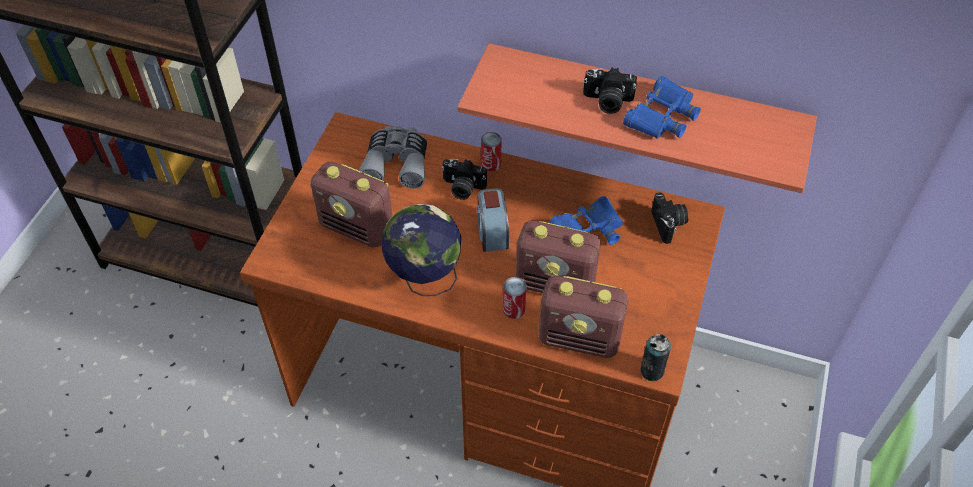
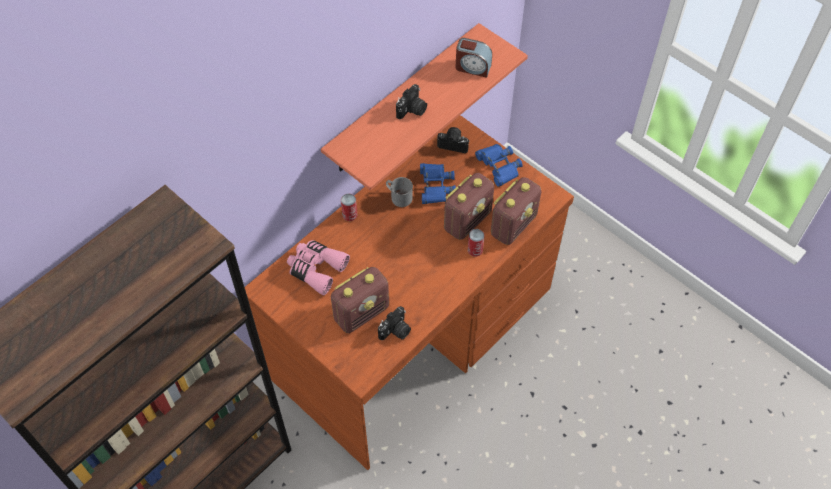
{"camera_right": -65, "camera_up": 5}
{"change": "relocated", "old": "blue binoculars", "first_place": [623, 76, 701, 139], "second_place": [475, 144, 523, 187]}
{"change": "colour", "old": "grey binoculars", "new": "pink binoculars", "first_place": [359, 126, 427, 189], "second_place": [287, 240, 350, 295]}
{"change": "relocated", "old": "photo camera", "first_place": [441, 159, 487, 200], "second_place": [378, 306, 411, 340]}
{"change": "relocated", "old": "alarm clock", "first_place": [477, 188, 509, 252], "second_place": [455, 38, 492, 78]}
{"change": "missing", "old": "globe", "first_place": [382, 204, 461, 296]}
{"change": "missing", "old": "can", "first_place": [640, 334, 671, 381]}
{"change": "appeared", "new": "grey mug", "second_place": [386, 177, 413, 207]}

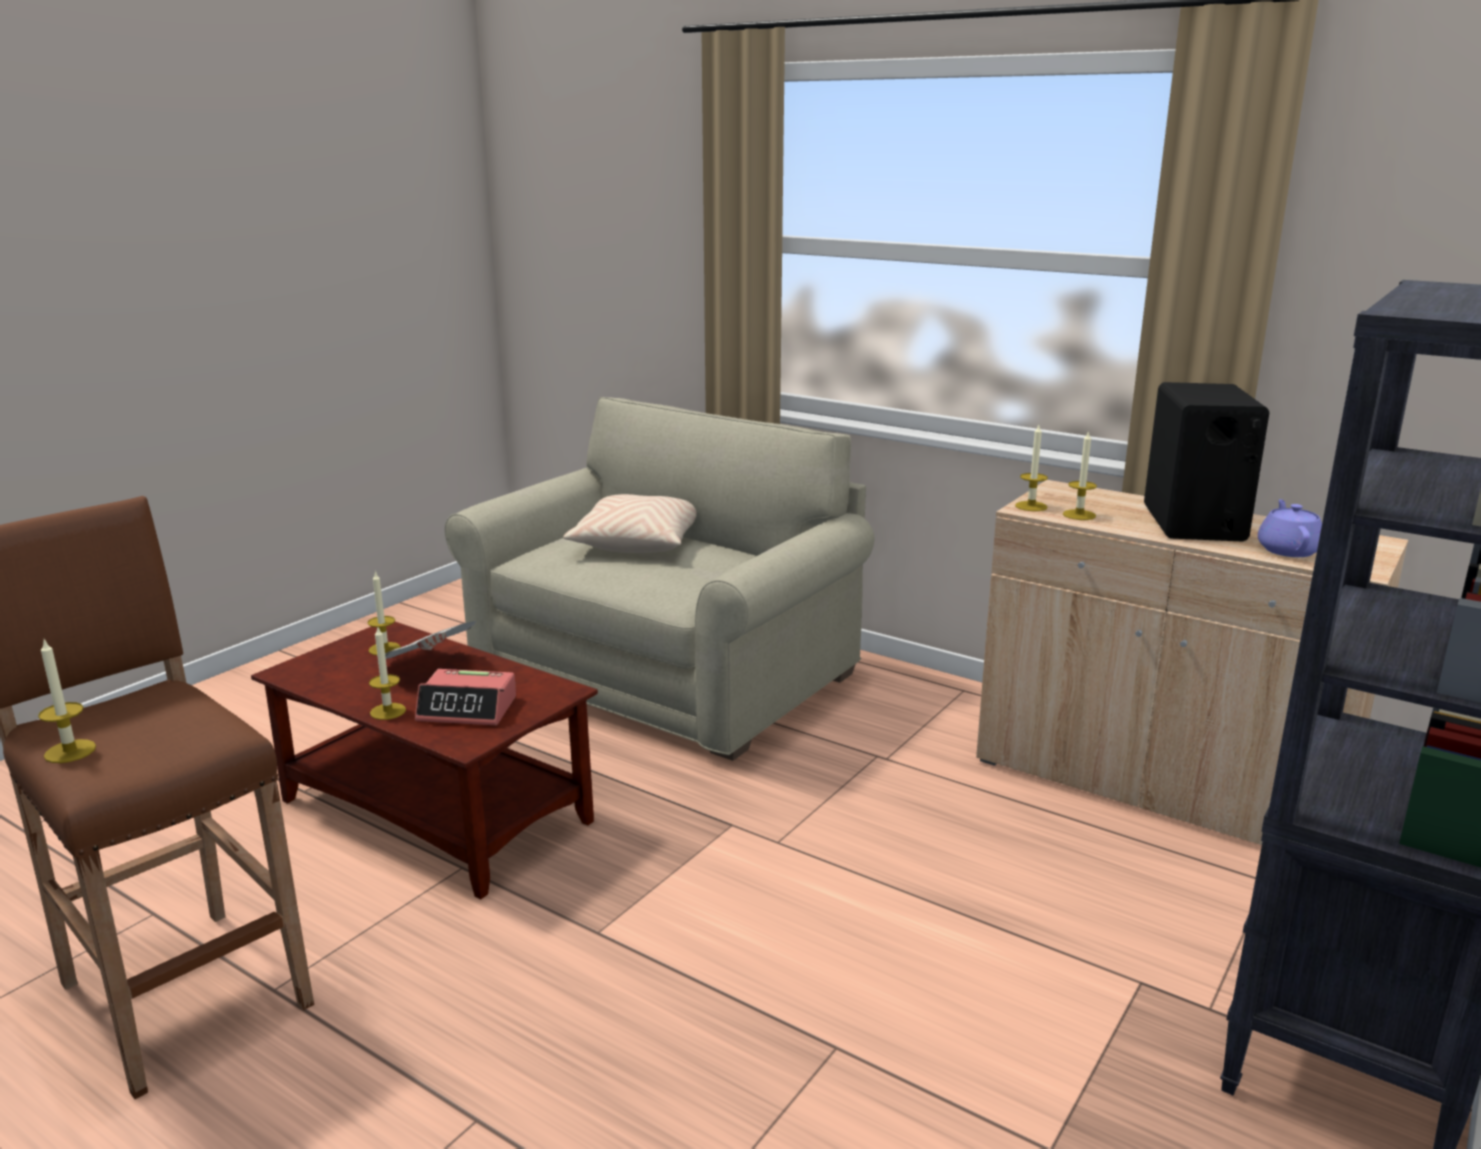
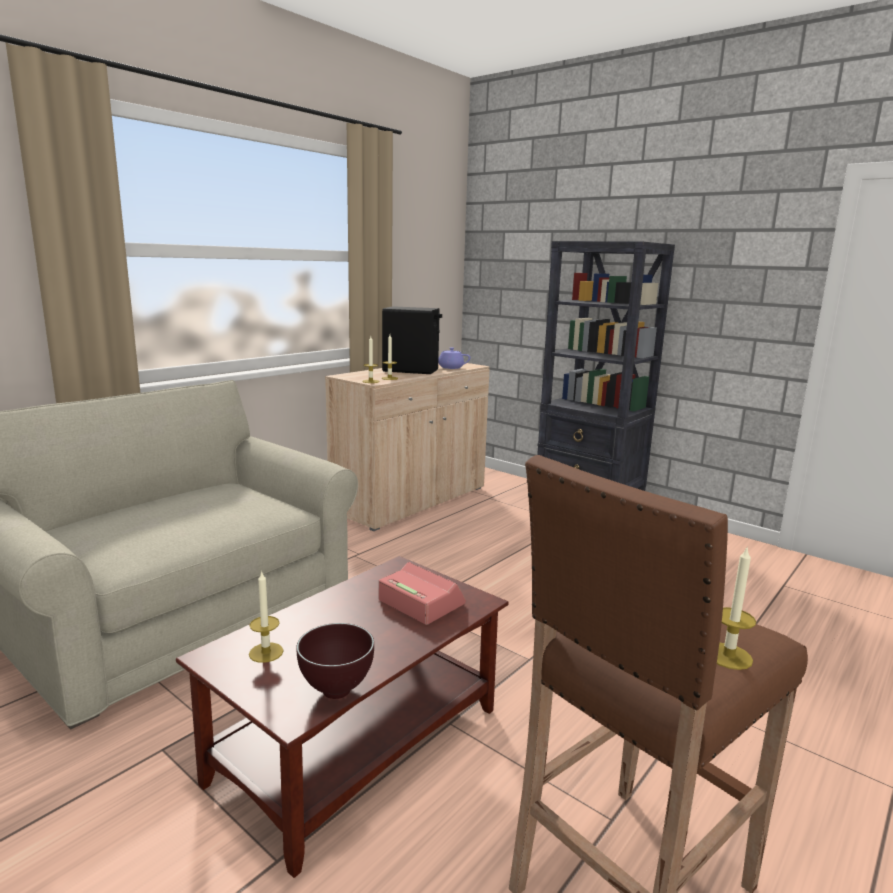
{"camera_right": -85, "camera_up": -5}
{"change": "missing", "old": "beige pillow", "first_place": [563, 494, 697, 553]}
{"change": "missing", "old": "newspaper", "first_place": [385, 621, 477, 659]}
{"change": "missing", "old": "candle", "first_place": [369, 627, 406, 720]}
{"change": "spun", "old": "alarm clock", "first_place": [415, 669, 516, 726], "second_place": [378, 562, 466, 625], "degrees": -60}
{"change": "appeared", "new": "brown bowl", "second_place": [296, 623, 374, 699]}

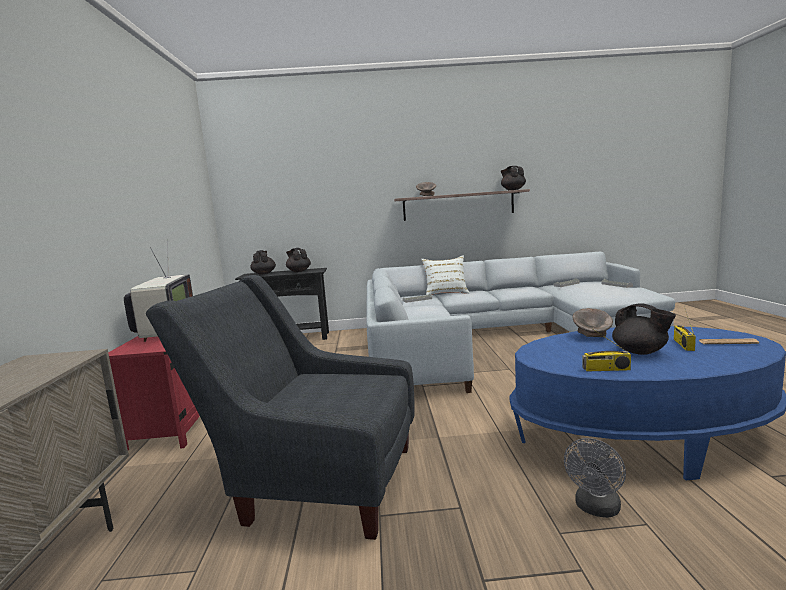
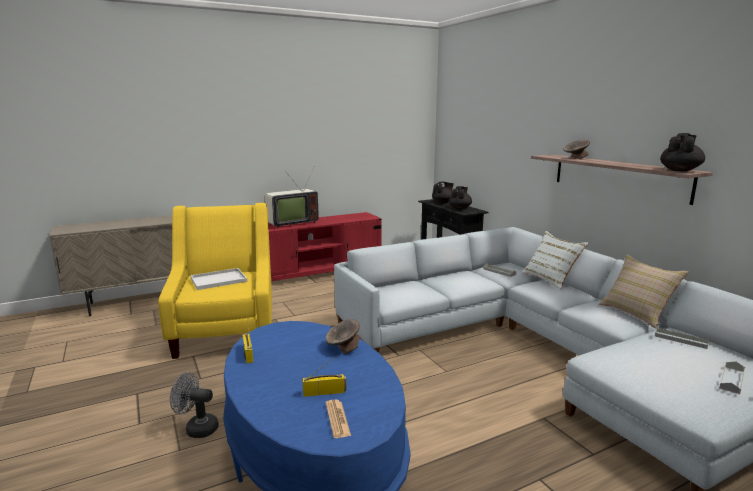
{"camera_right": 65, "camera_up": 5}
{"change": "colour", "old": "grey armchair", "new": "yellow armchair", "first_place": [146, 275, 415, 540], "second_place": [158, 203, 272, 359]}
{"change": "missing", "old": "black teapot", "first_place": [612, 303, 676, 355]}
{"change": "appeared", "new": "beige pillow", "second_place": [599, 254, 689, 329]}
{"change": "appeared", "new": "white tray", "second_place": [190, 268, 247, 290]}

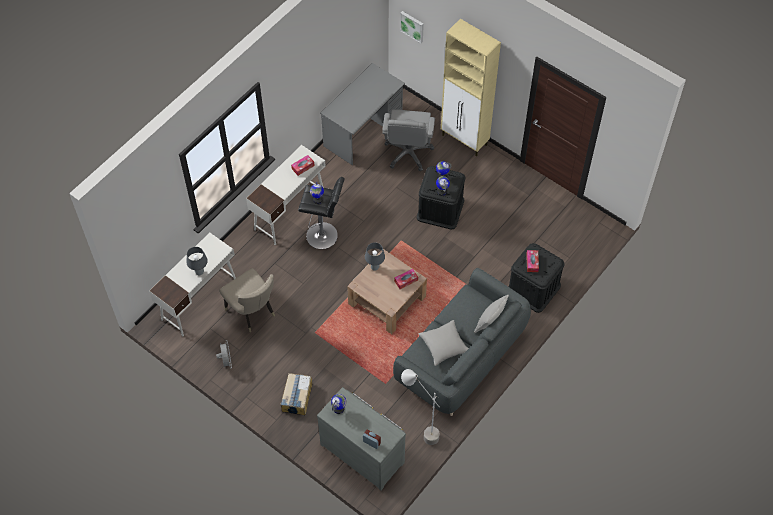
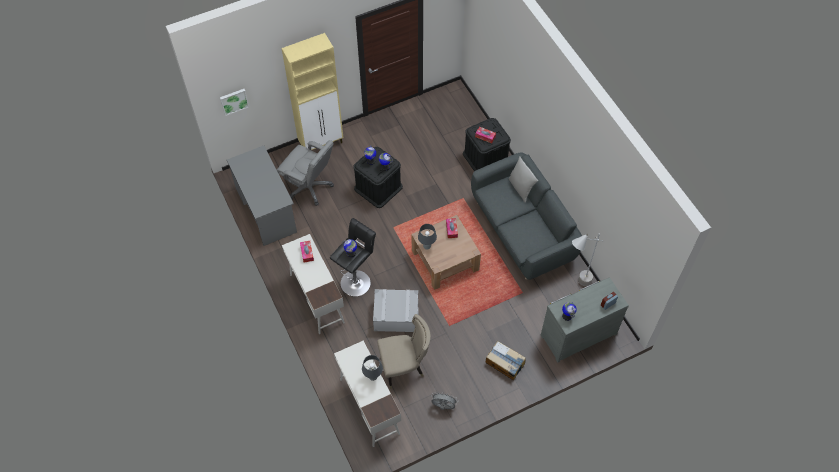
{"camera_right": -65, "camera_up": 0}
{"change": "missing", "old": "grey pillow", "first_place": [419, 320, 469, 366]}
{"change": "appeared", "new": "grey storage box", "second_place": [373, 289, 419, 332]}

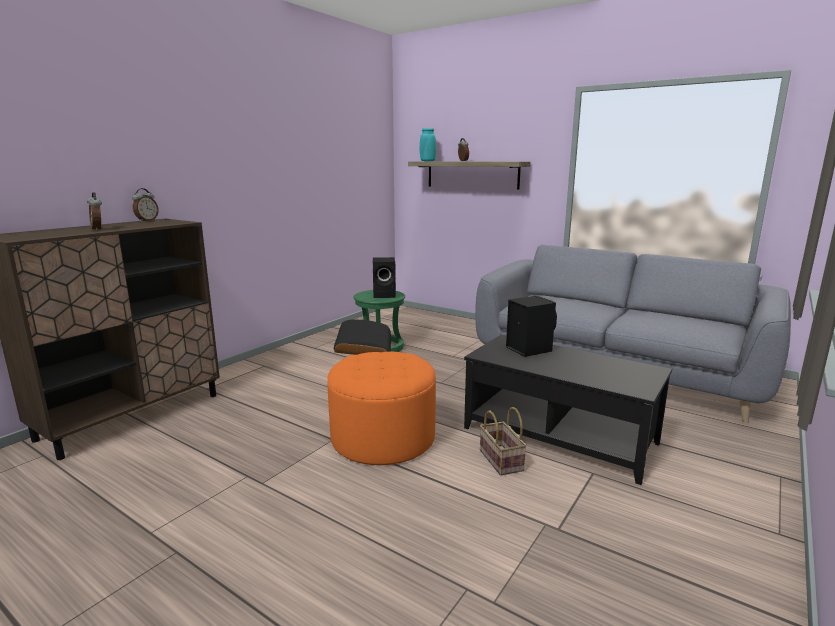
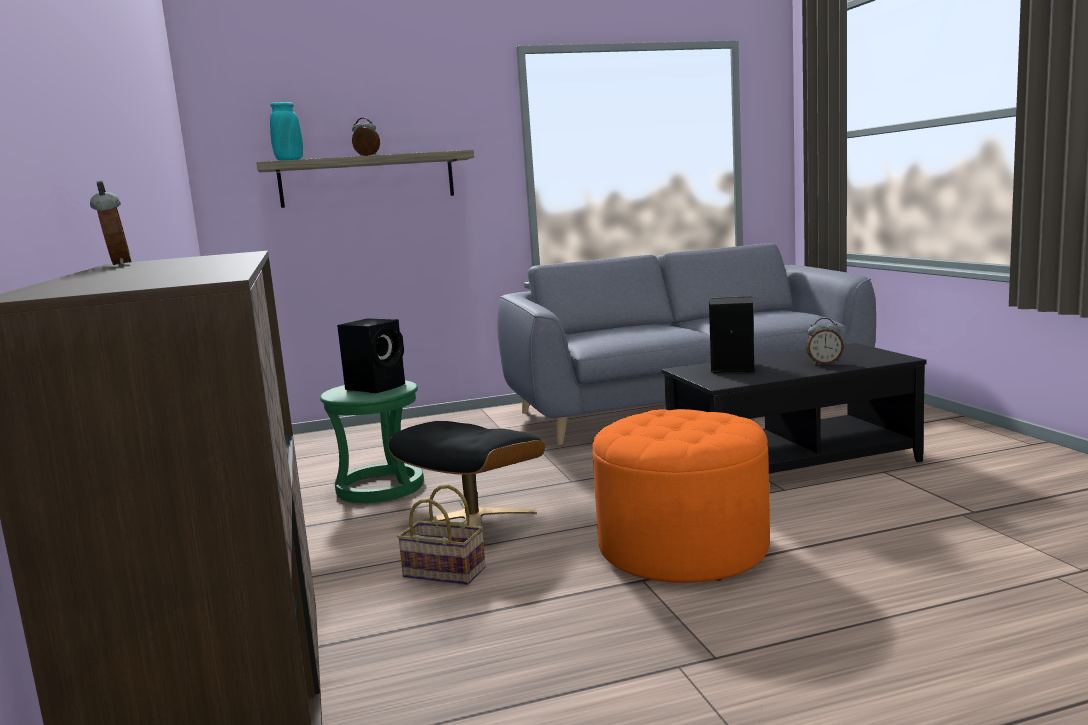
{"camera_right": -50, "camera_up": -5}
{"change": "relocated", "old": "alarm clock", "first_place": [87, 192, 102, 230], "second_place": [806, 318, 844, 365]}
{"change": "relocated", "old": "basket", "first_place": [480, 407, 527, 476], "second_place": [397, 485, 486, 585]}

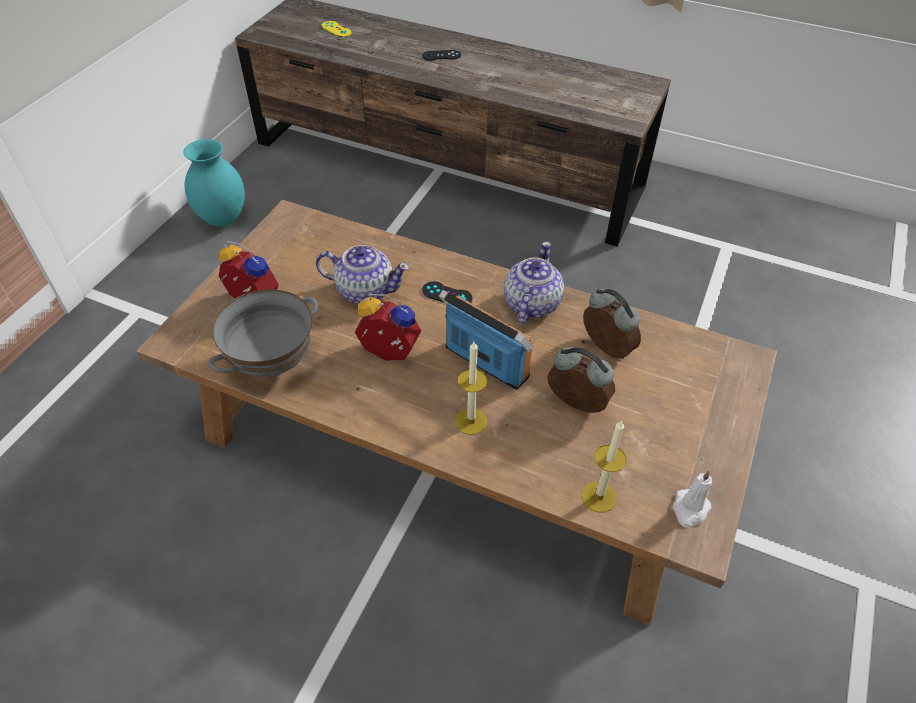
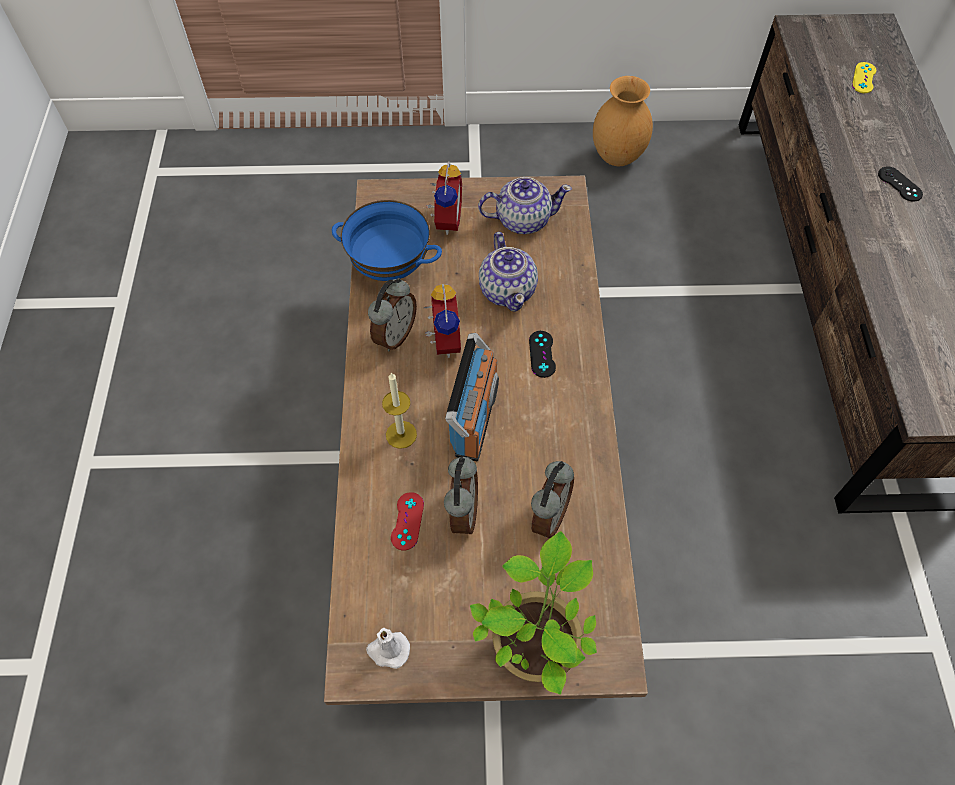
{"camera_right": 65, "camera_up": 10}
{"change": "colour", "old": "turquoise vase", "new": "brown vase", "first_place": [183, 139, 245, 226], "second_place": [593, 76, 653, 166]}
{"change": "relocated", "old": "teapot", "first_place": [504, 242, 564, 324], "second_place": [478, 177, 572, 234]}
{"change": "colour", "old": "grey bowl", "new": "blue bowl", "first_place": [208, 289, 318, 377], "second_place": [332, 200, 442, 281]}
{"change": "missing", "old": "candle", "first_place": [581, 420, 627, 513]}
{"change": "appeared", "new": "alarm clock", "second_place": [368, 278, 417, 351]}
{"change": "appeared", "new": "red game controller", "second_place": [391, 492, 424, 550]}
{"change": "appeared", "new": "potted plant", "second_place": [470, 531, 597, 695]}

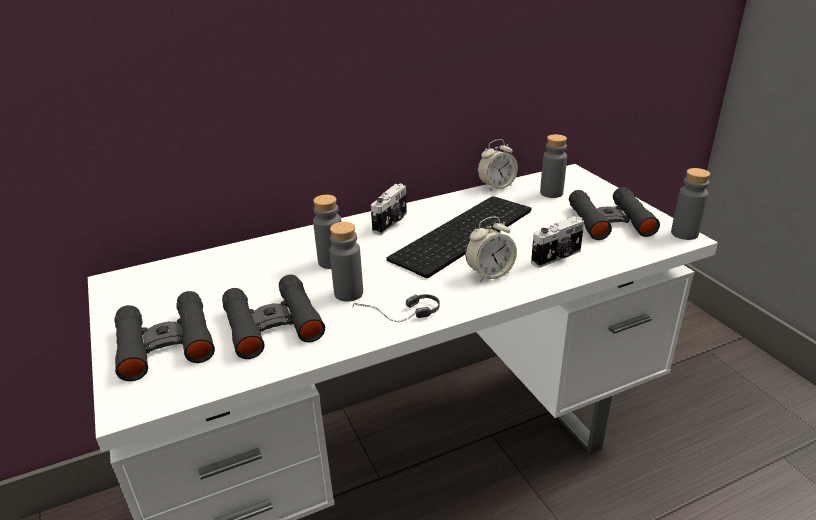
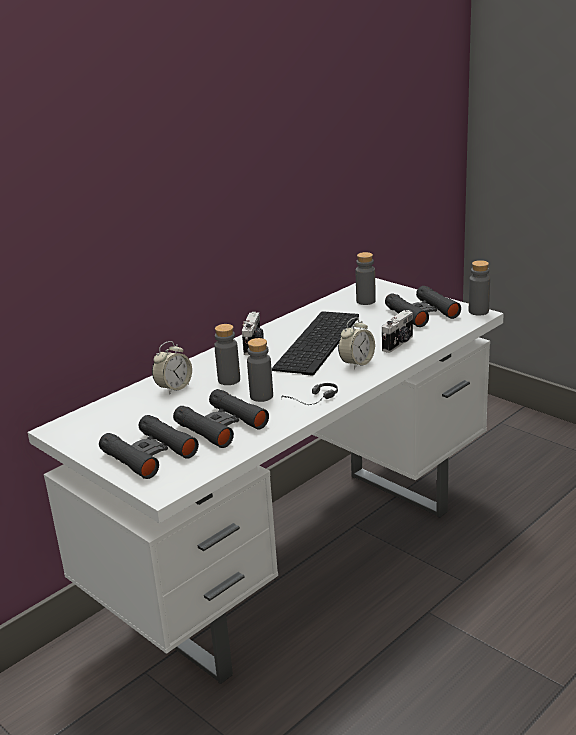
{"camera_right": -20, "camera_up": -5}
{"change": "relocated", "old": "alarm clock", "first_place": [478, 139, 518, 192], "second_place": [152, 341, 192, 395]}

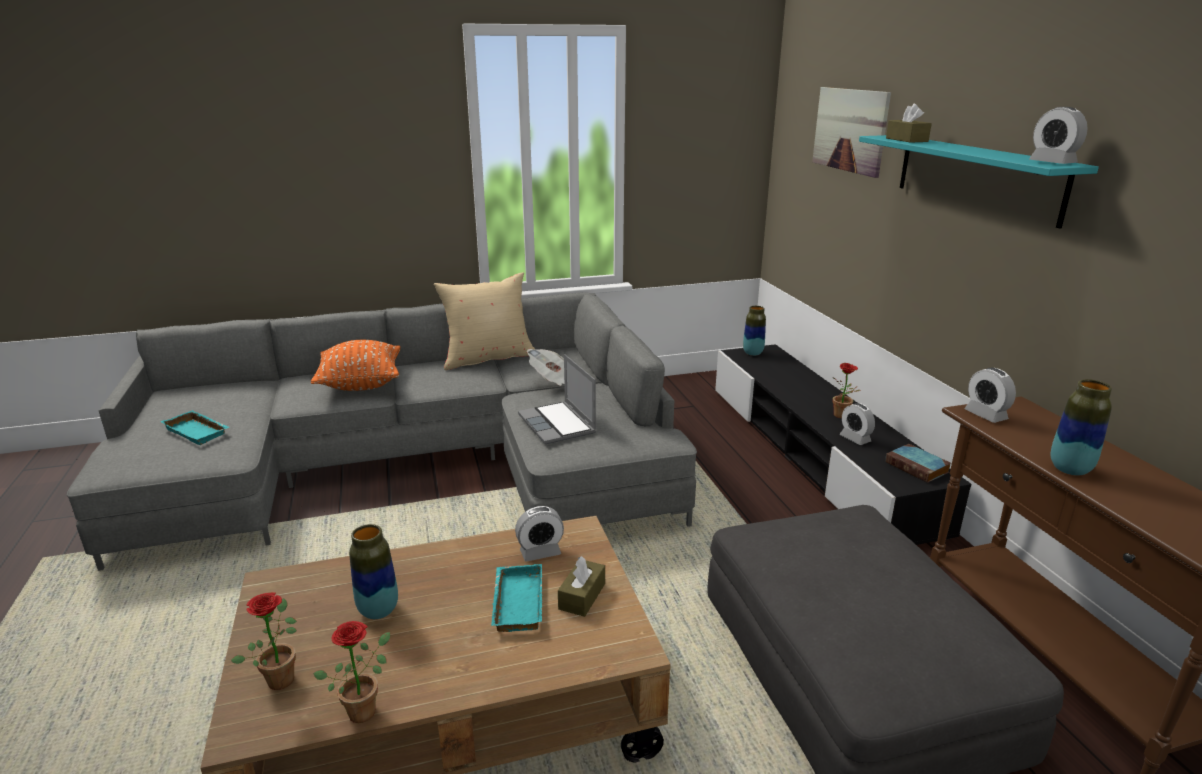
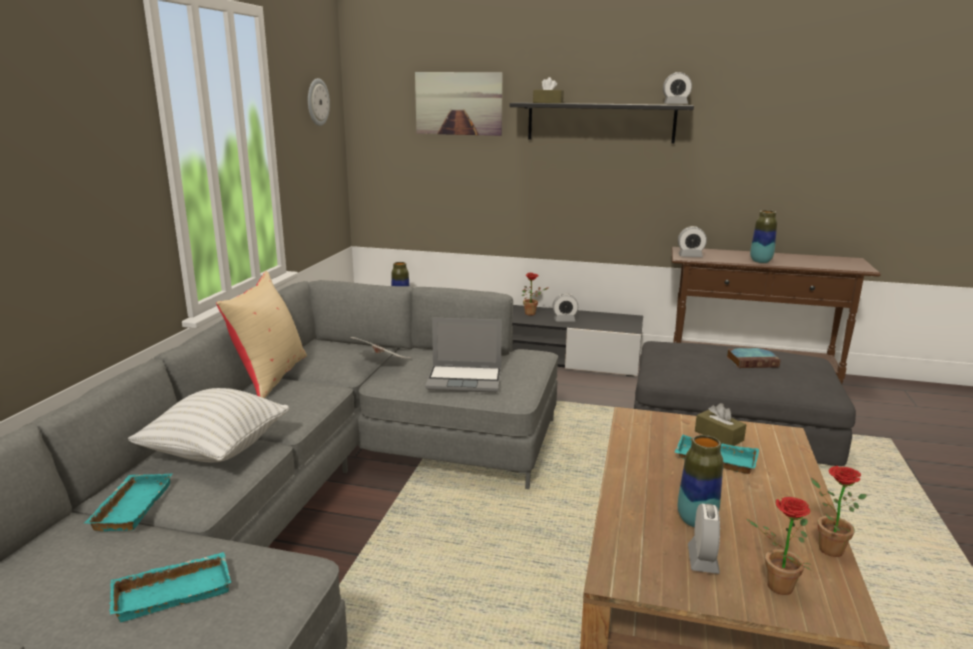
{"camera_right": -60, "camera_up": -5}
{"change": "colour", "old": "turquoise shelf", "new": "black shelf", "first_place": [859, 135, 1099, 229], "second_place": [510, 102, 694, 143]}
{"change": "colour", "old": "orange pillow", "new": "white pillow", "first_place": [311, 340, 400, 391], "second_place": [128, 388, 290, 462]}
{"change": "relocated", "old": "book", "first_place": [885, 444, 951, 483], "second_place": [727, 348, 781, 368]}
{"change": "relocated", "old": "alarm clock", "first_place": [515, 506, 564, 562], "second_place": [688, 504, 720, 574]}
{"change": "appeared", "new": "wall clock", "second_place": [308, 78, 330, 126]}
{"change": "appeared", "new": "turquoise tray", "second_place": [84, 473, 172, 531]}

